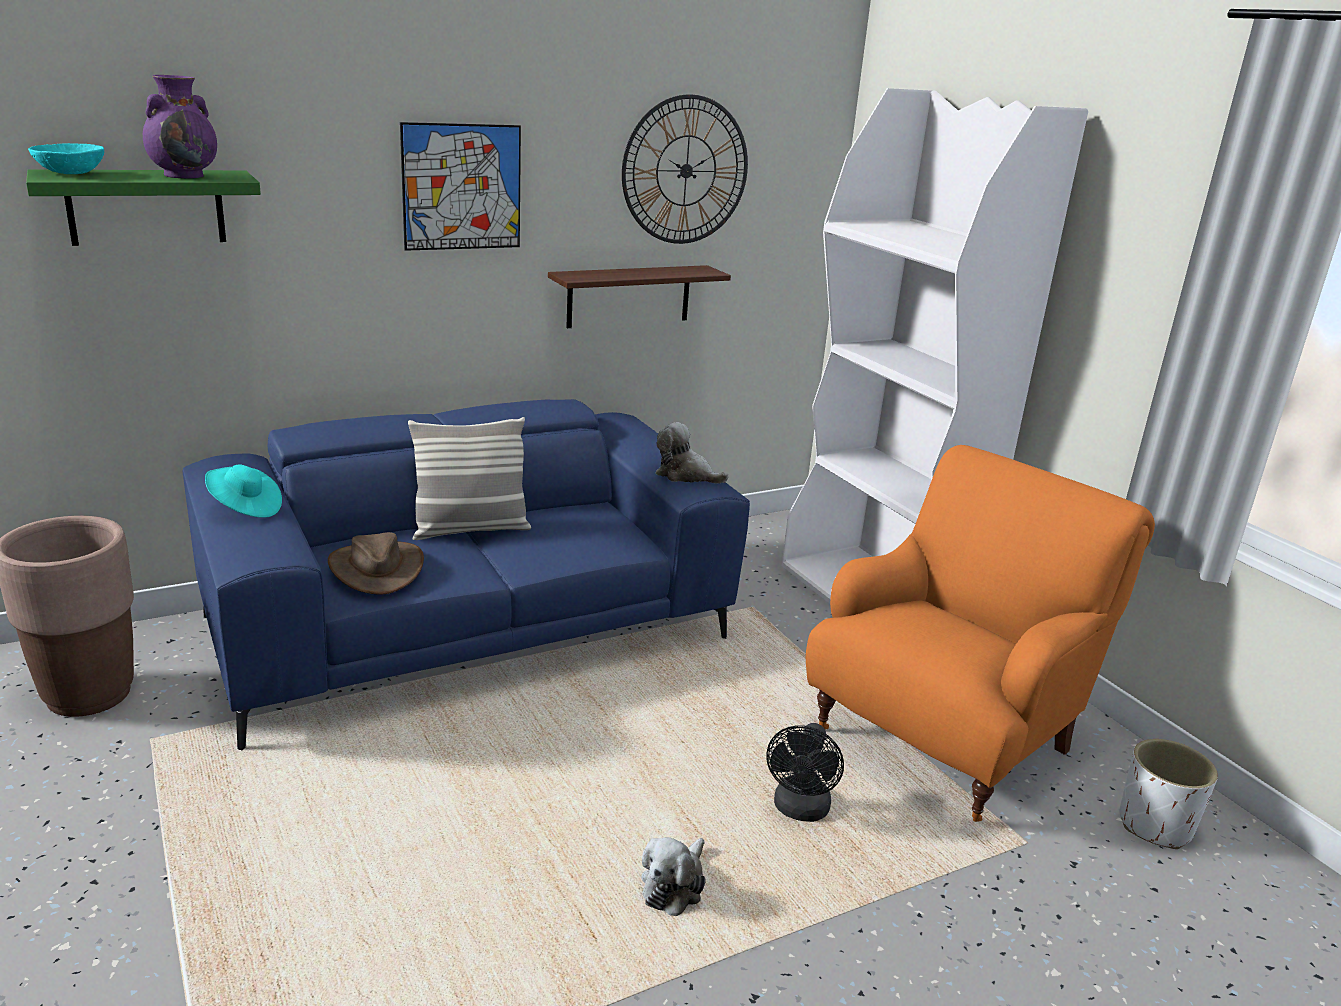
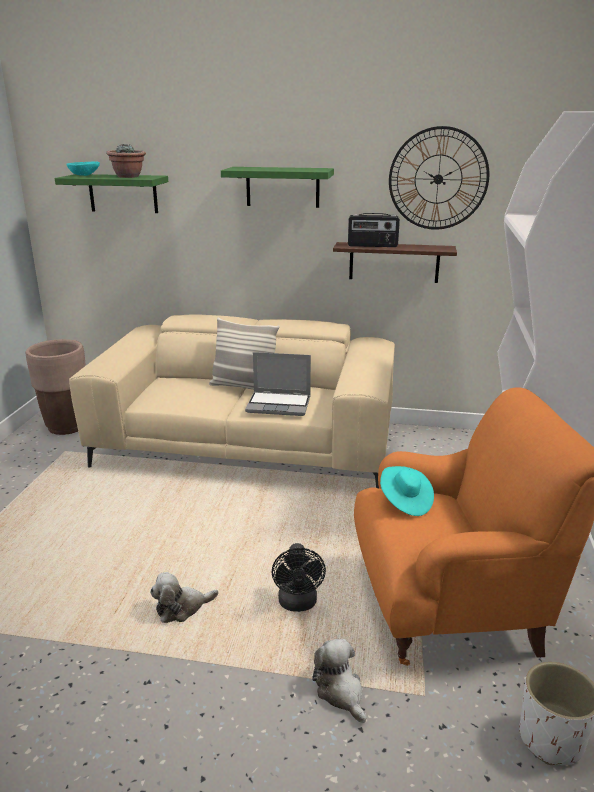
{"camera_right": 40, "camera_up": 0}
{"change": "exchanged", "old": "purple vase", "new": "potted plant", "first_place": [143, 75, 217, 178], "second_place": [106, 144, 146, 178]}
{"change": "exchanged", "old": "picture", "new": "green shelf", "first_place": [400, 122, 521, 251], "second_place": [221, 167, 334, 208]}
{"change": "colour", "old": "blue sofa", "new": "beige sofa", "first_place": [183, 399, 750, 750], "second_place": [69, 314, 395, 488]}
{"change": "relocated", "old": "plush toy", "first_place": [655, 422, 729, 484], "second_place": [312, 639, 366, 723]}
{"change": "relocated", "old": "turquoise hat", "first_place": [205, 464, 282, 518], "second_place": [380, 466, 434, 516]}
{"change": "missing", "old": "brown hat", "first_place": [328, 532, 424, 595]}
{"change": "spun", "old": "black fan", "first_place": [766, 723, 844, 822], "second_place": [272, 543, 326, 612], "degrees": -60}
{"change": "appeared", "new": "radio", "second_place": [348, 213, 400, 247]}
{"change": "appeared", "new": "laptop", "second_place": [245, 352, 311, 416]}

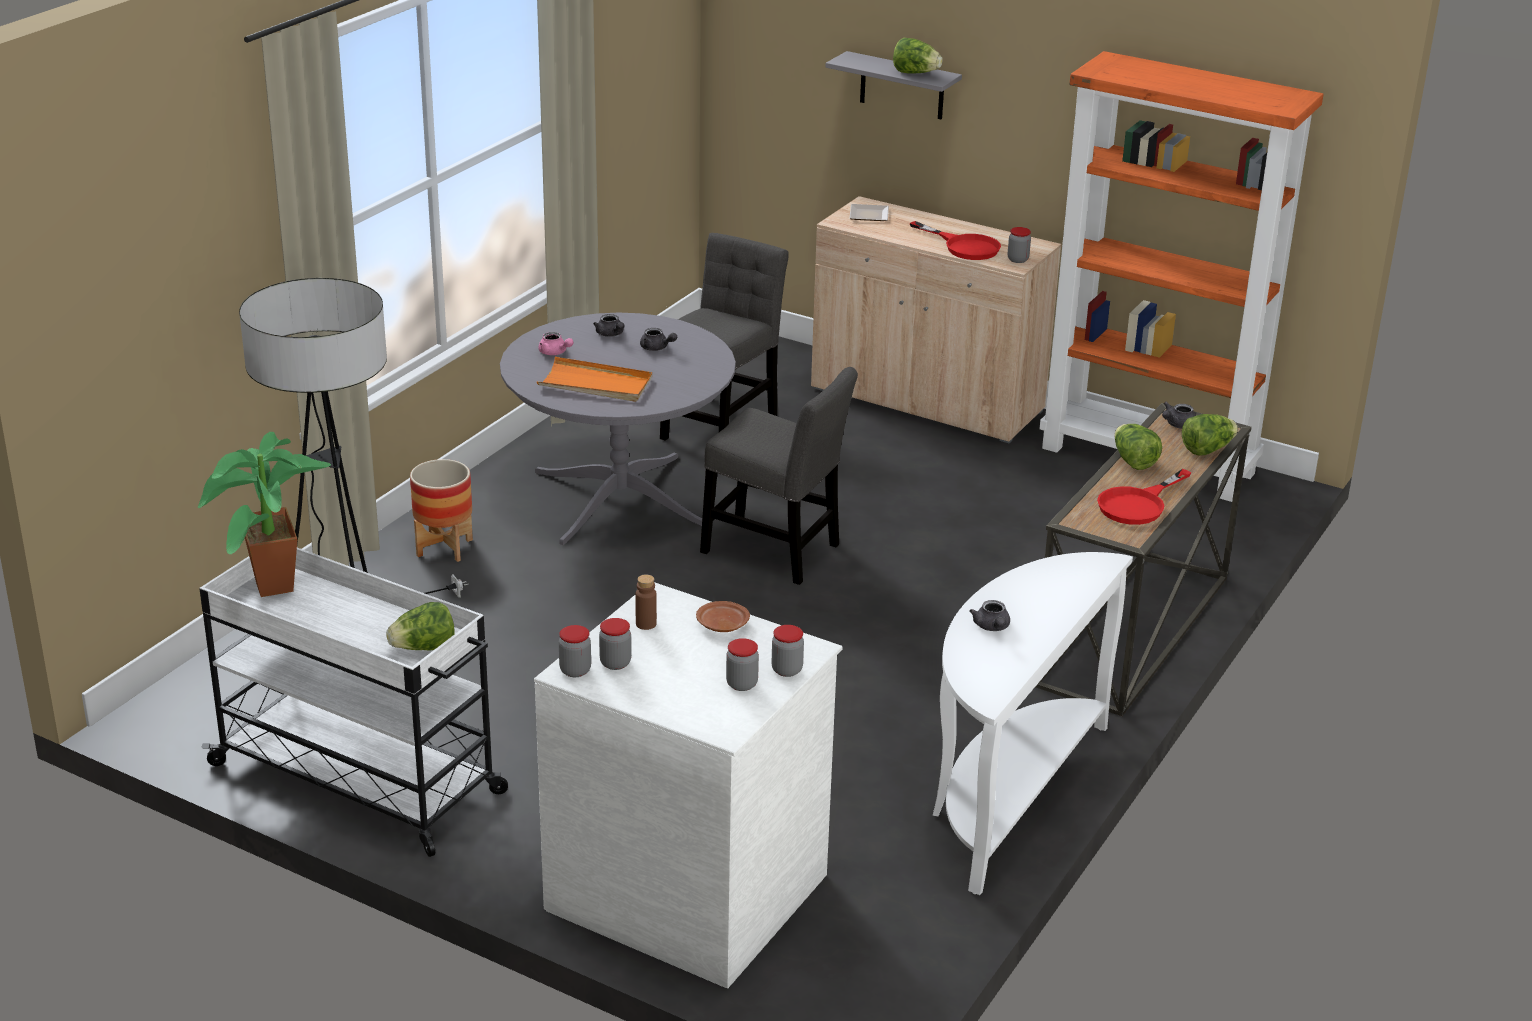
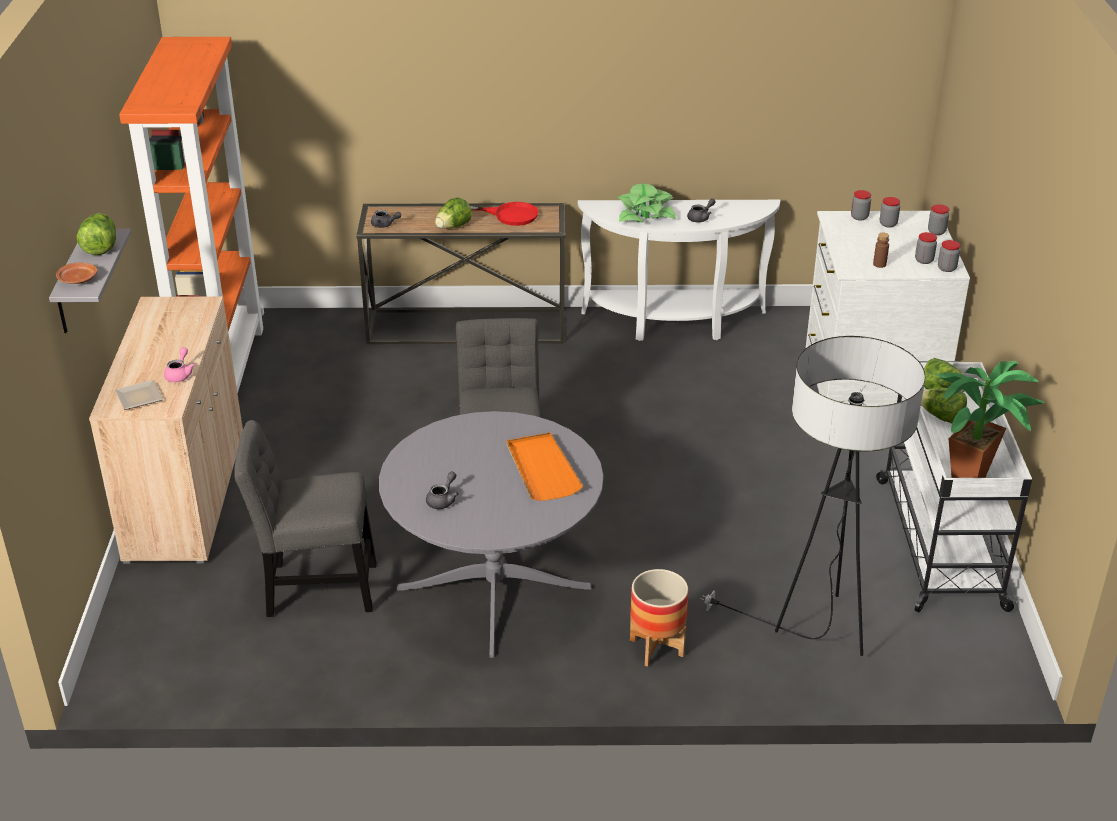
{"camera_right": -120, "camera_up": 5}
{"change": "missing", "old": "red frying pan", "first_place": [910, 221, 1001, 260]}
{"change": "relocated", "old": "jar", "first_place": [1008, 227, 1031, 263], "second_place": [928, 204, 949, 235]}
{"change": "missing", "old": "grey teapot", "first_place": [640, 328, 677, 351]}
{"change": "relocated", "old": "pink teapot", "first_place": [538, 332, 574, 355], "second_place": [164, 347, 195, 382]}
{"change": "relocated", "old": "lettuce", "first_place": [1182, 414, 1238, 455], "second_place": [921, 388, 967, 423]}
{"change": "relocated", "old": "brown plate", "first_place": [696, 601, 750, 632], "second_place": [56, 263, 98, 284]}
{"change": "appeared", "new": "potted plant", "second_place": [617, 183, 676, 222]}

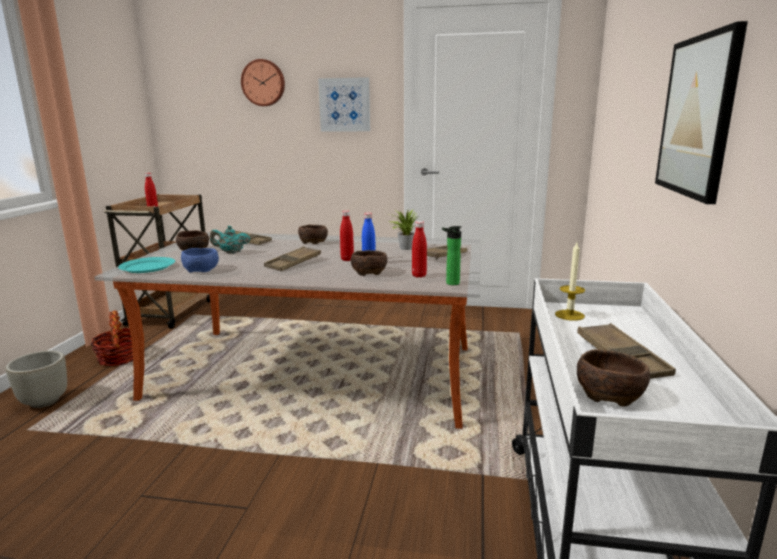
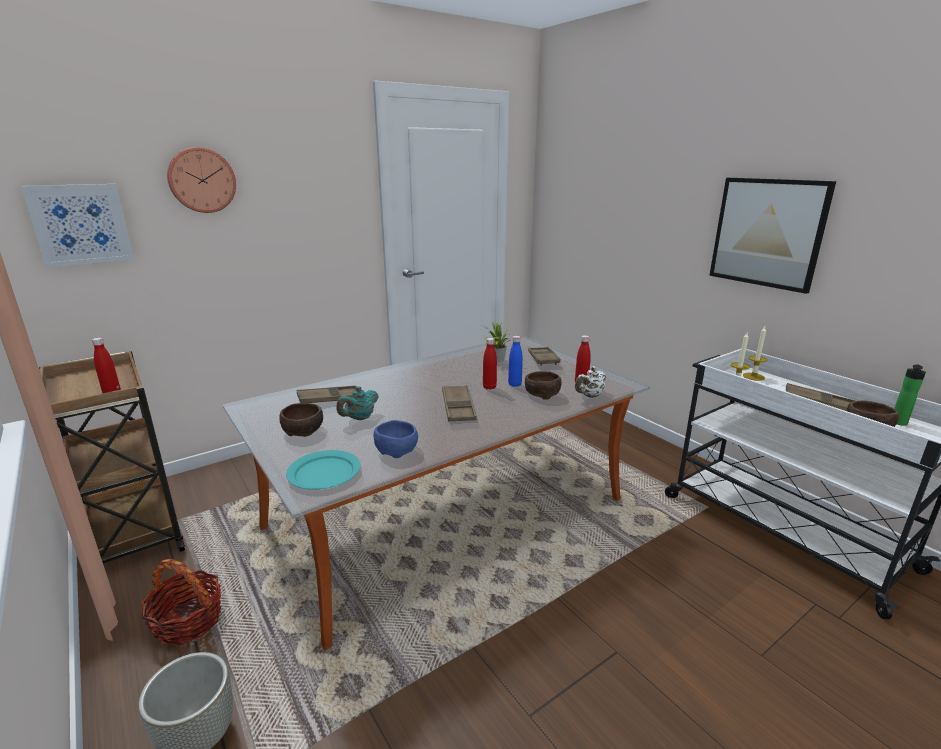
{"camera_right": -45, "camera_up": 5}
{"change": "relocated", "old": "picture", "first_place": [318, 77, 370, 132], "second_place": [21, 184, 134, 267]}
{"change": "missing", "old": "brown bowl", "first_place": [298, 225, 328, 244]}
{"change": "relocated", "old": "bottle", "first_place": [442, 226, 462, 285], "second_place": [894, 365, 926, 426]}
{"change": "appeared", "new": "candle", "second_place": [743, 326, 767, 381]}
{"change": "appeared", "new": "white teapot", "second_place": [575, 366, 606, 398]}

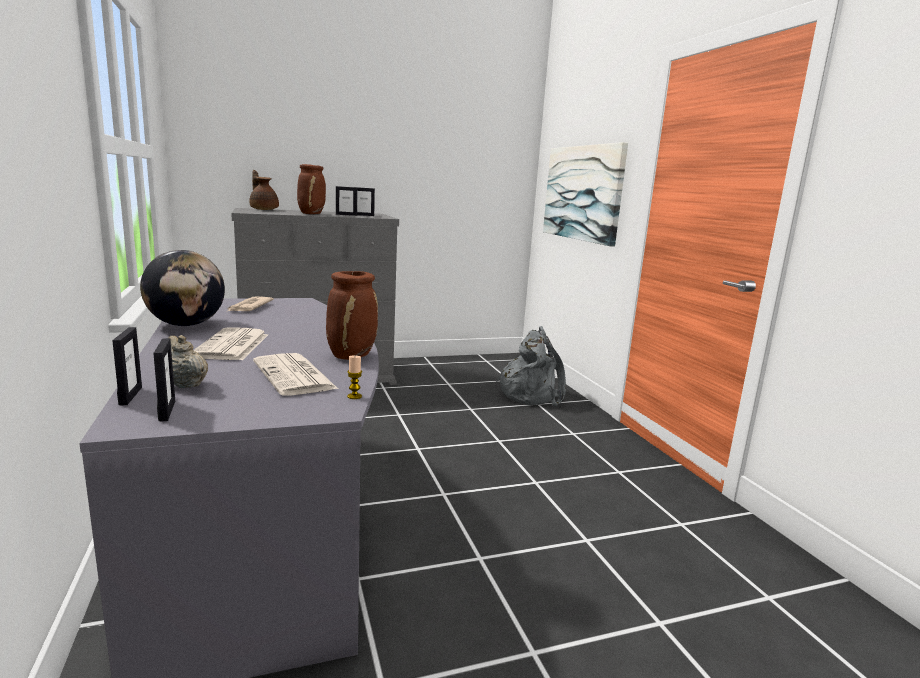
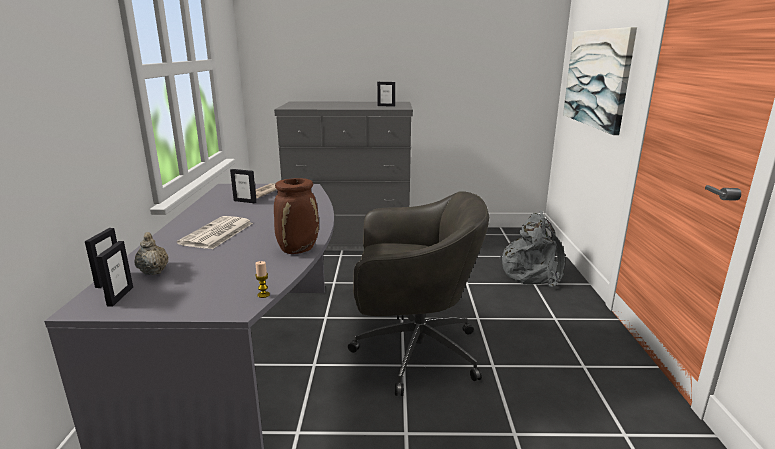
{"camera_right": 20, "camera_up": 5}
{"change": "missing", "old": "brown vase", "first_place": [297, 164, 326, 214]}
{"change": "missing", "old": "brown teapot", "first_place": [249, 170, 279, 210]}
{"change": "relocated", "old": "picture frame", "first_place": [336, 186, 357, 216], "second_place": [230, 169, 257, 203]}
{"change": "missing", "old": "globe", "first_place": [140, 250, 225, 326]}
{"change": "missing", "old": "newspaper", "first_place": [253, 353, 338, 396]}
{"change": "appeared", "new": "grey office chair", "second_place": [348, 191, 489, 396]}

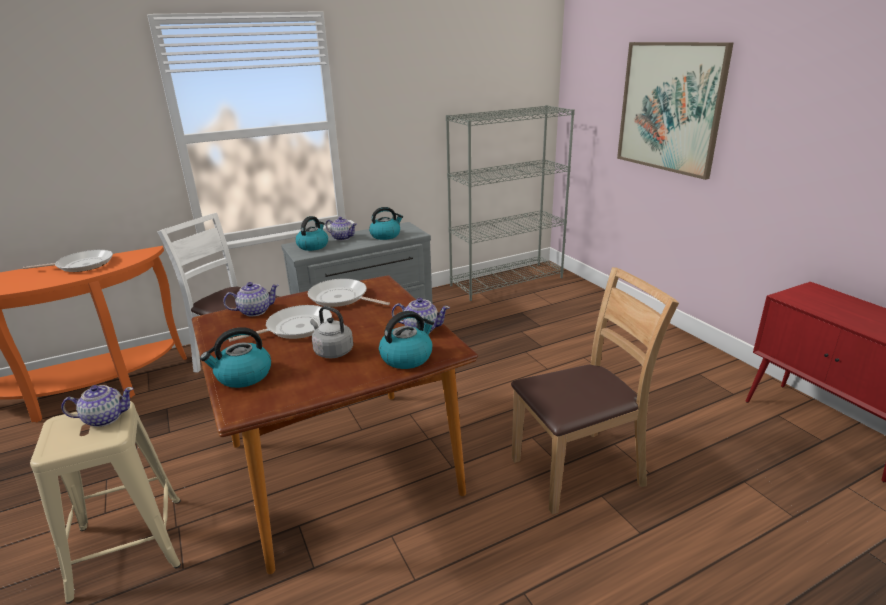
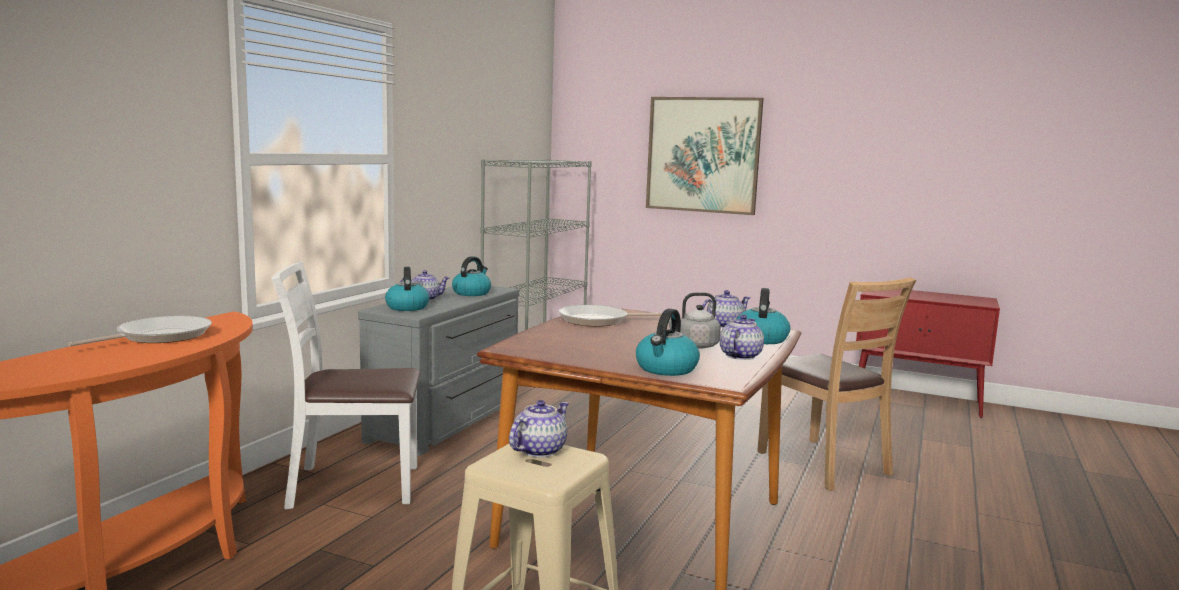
{"camera_right": -40, "camera_up": -15}
{"change": "spun", "old": "brown chair", "first_place": [511, 267, 679, 515], "second_place": [757, 277, 916, 491], "degrees": 120}
{"change": "relocated", "old": "teapot", "first_place": [223, 282, 279, 317], "second_place": [720, 315, 764, 360]}
{"change": "missing", "old": "frying pan", "first_place": [229, 305, 332, 342]}

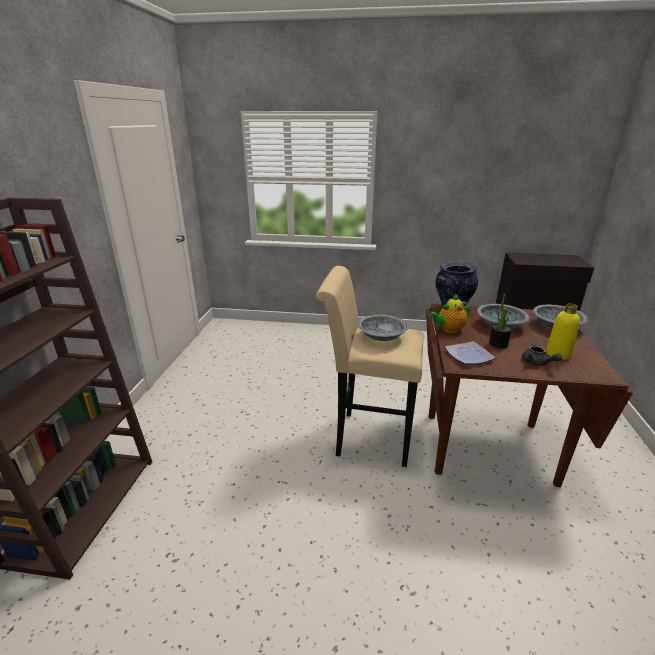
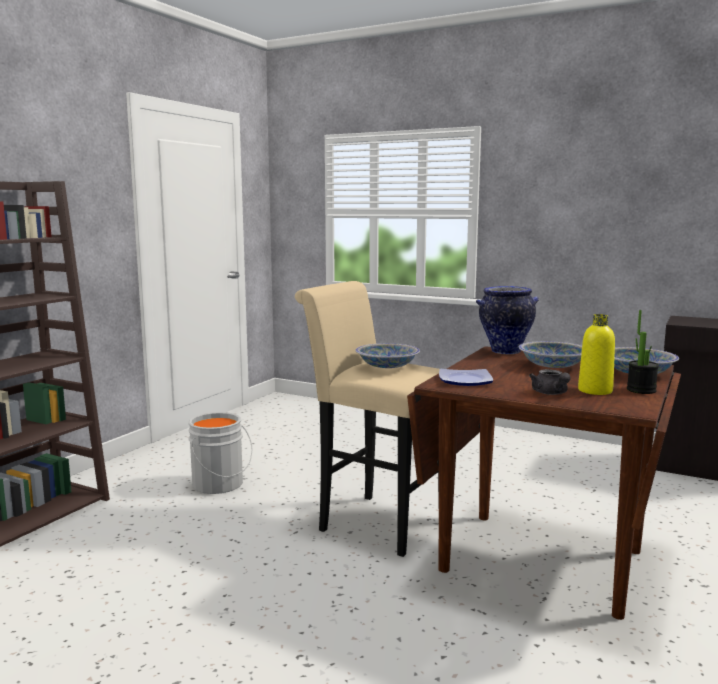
{"camera_right": 20, "camera_up": -15}
{"change": "missing", "old": "teapot", "first_place": [428, 294, 470, 333]}
{"change": "relocated", "old": "potted plant", "first_place": [489, 294, 512, 348], "second_place": [627, 310, 659, 394]}
{"change": "appeared", "new": "grey bucket", "second_place": [188, 412, 252, 494]}

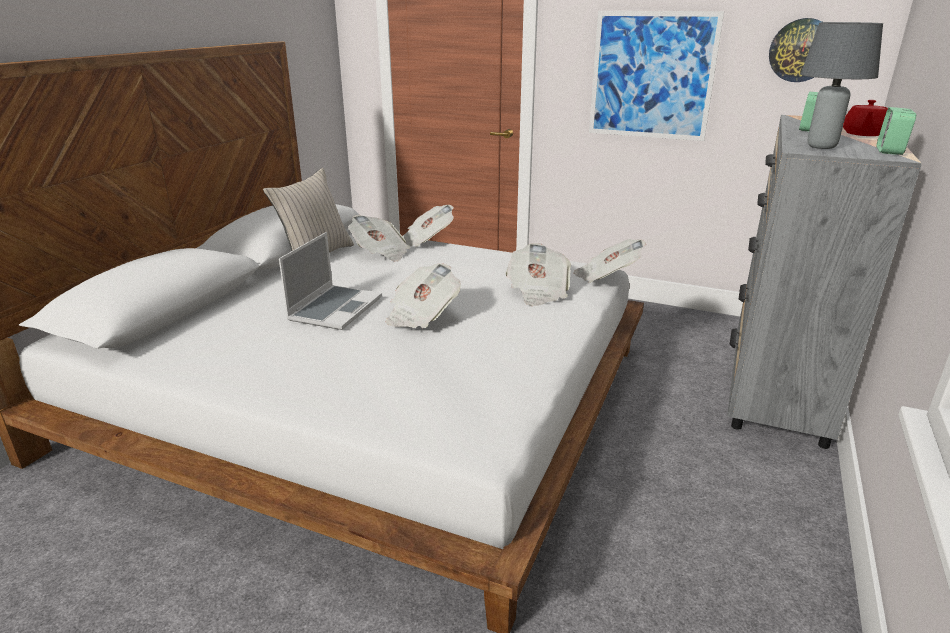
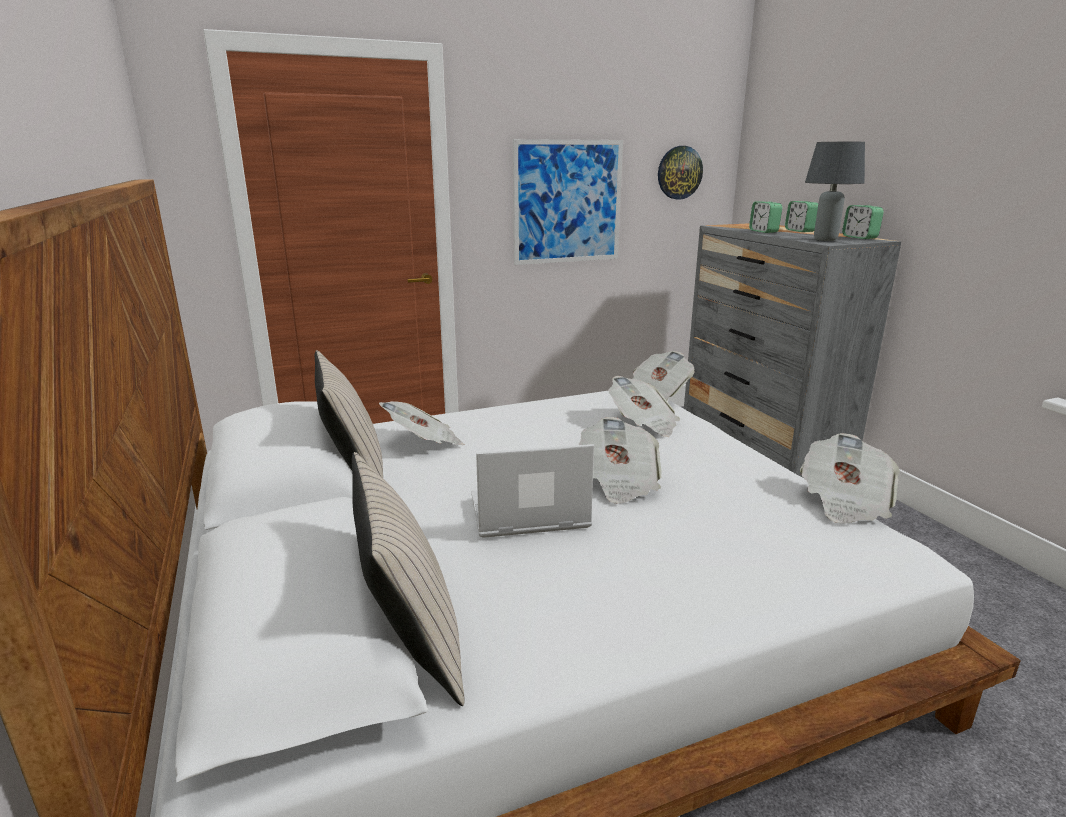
{"camera_right": -45, "camera_up": -5}
{"change": "exchanged", "old": "red teapot", "new": "alarm clock", "first_place": [843, 100, 888, 136], "second_place": [785, 201, 818, 232]}
{"change": "relocated", "old": "newspaper", "first_place": [402, 205, 454, 247], "second_place": [800, 433, 900, 524]}
{"change": "spun", "old": "laptop", "first_place": [279, 232, 382, 330], "second_place": [471, 444, 594, 538], "degrees": -75}
{"change": "appeared", "new": "beige pillow", "second_place": [352, 452, 464, 706]}

